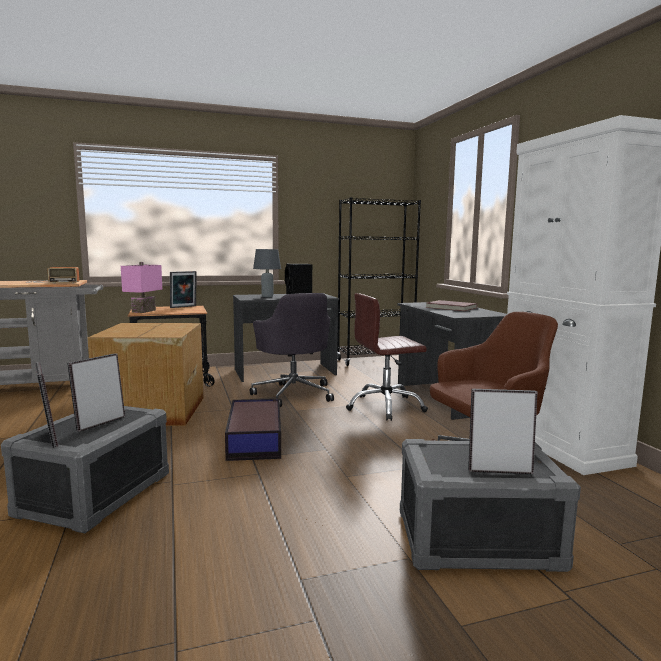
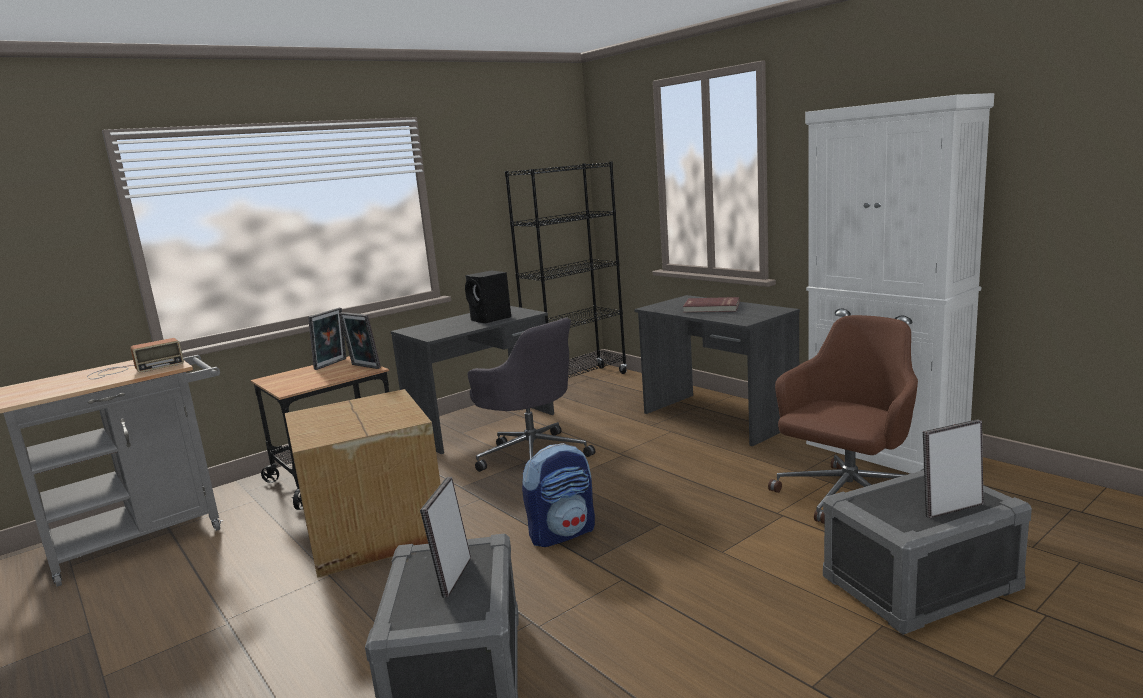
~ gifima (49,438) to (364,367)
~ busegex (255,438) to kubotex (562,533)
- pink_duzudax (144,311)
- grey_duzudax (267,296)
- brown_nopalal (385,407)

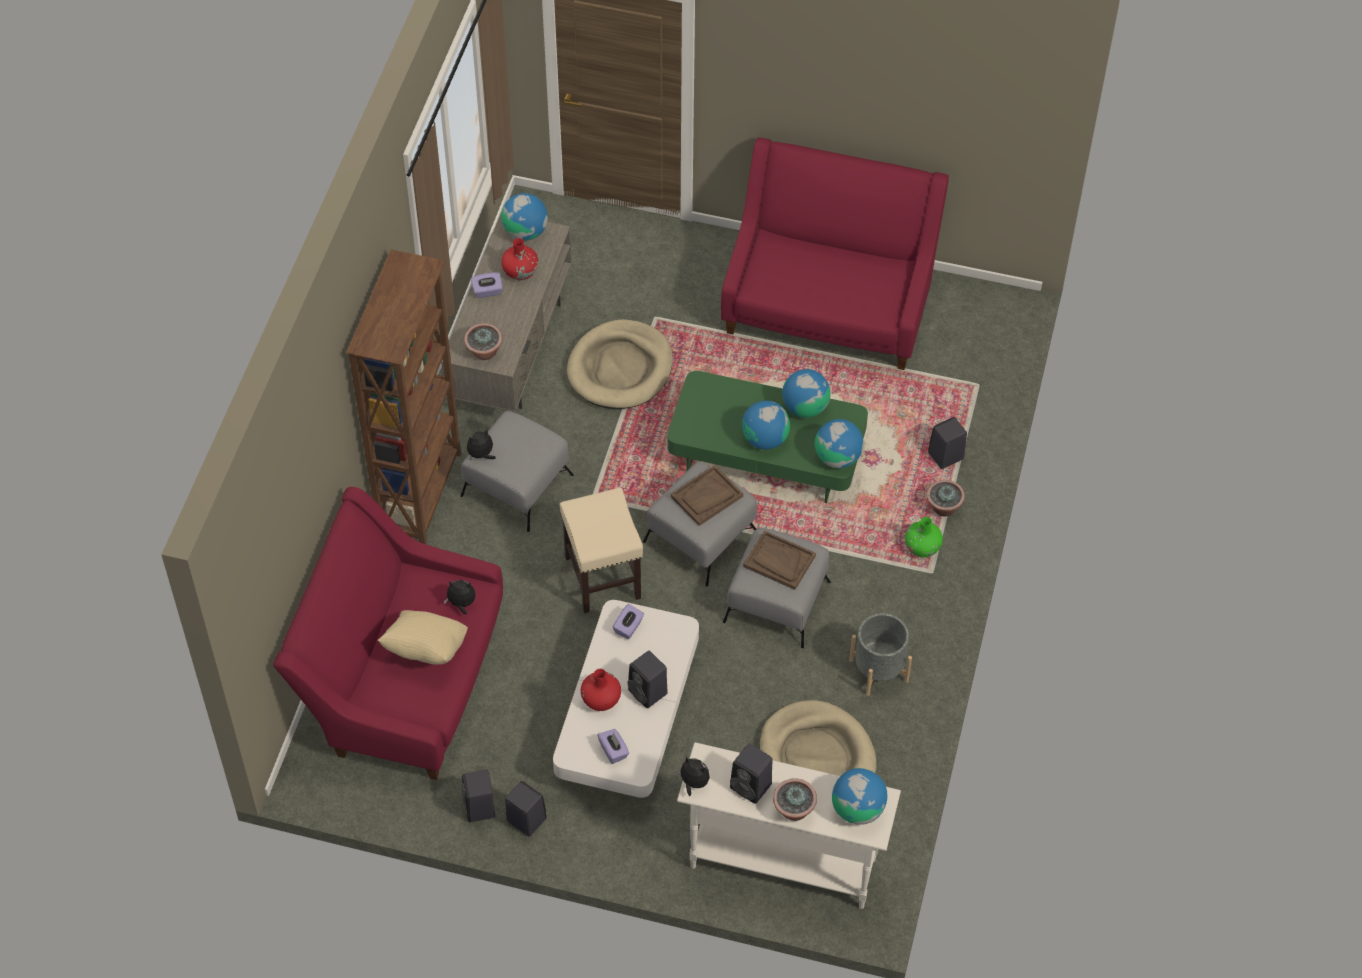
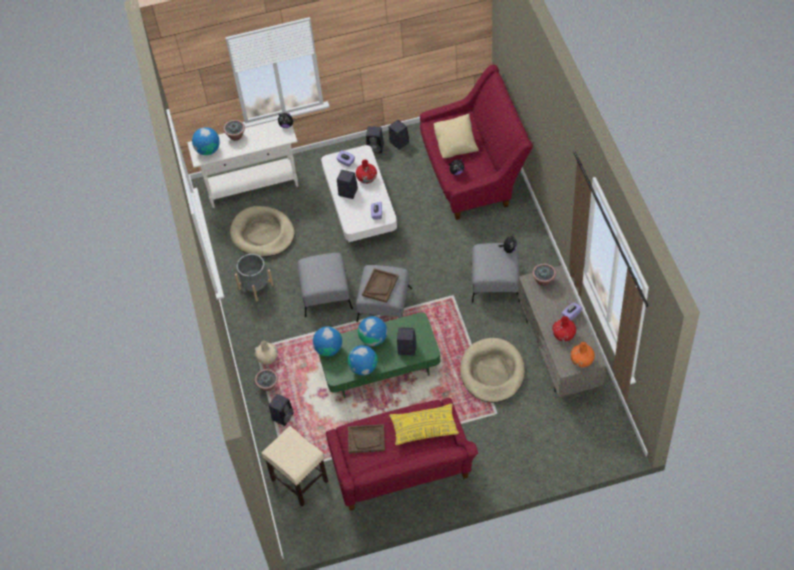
~ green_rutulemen (922,548) to beige_rutulemen (267,358)
~ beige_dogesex (603,578) to (299,480)
~ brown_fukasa (779,561) to (366,439)
+ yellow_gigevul (424,428)
~ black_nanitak (752,786) to (406,349)
~ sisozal (525,231) to orange_rutulemen (581,361)
- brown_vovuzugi (422,493)

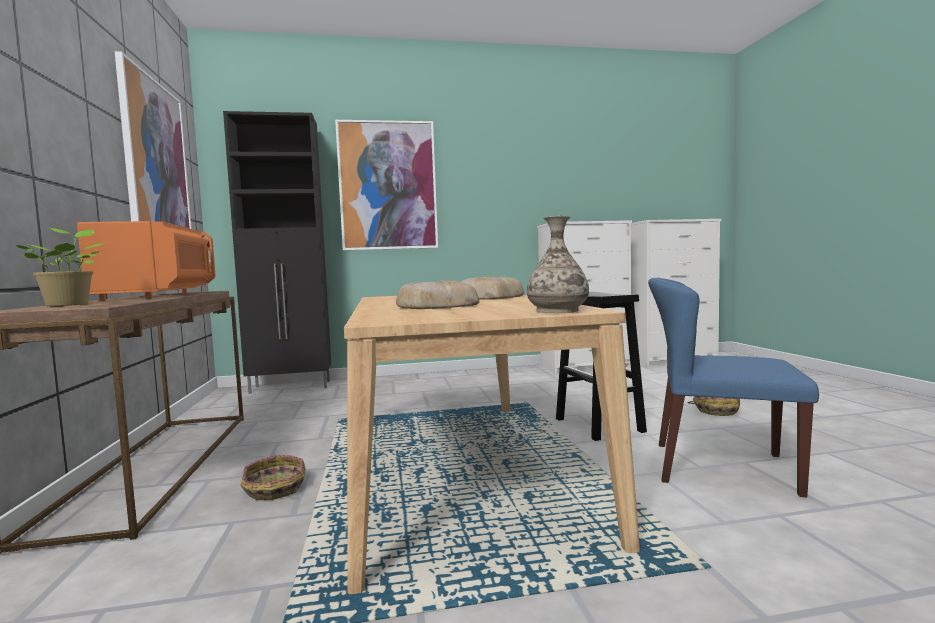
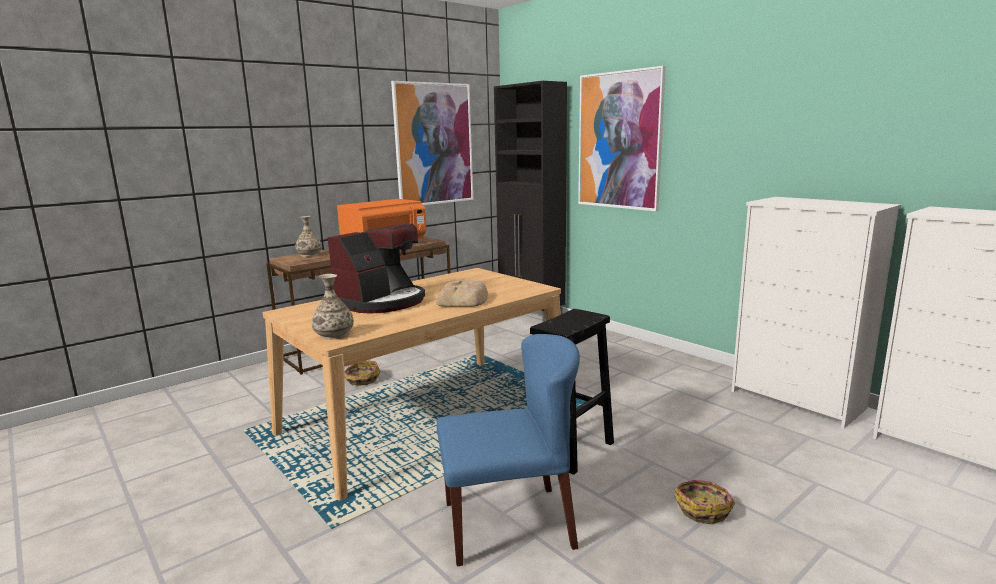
~ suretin (69,305) to rutulemen (309,255)
~ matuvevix (434,306) to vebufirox (381,302)
~ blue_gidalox (721,468) = (509,523) 90 degrees clockwise

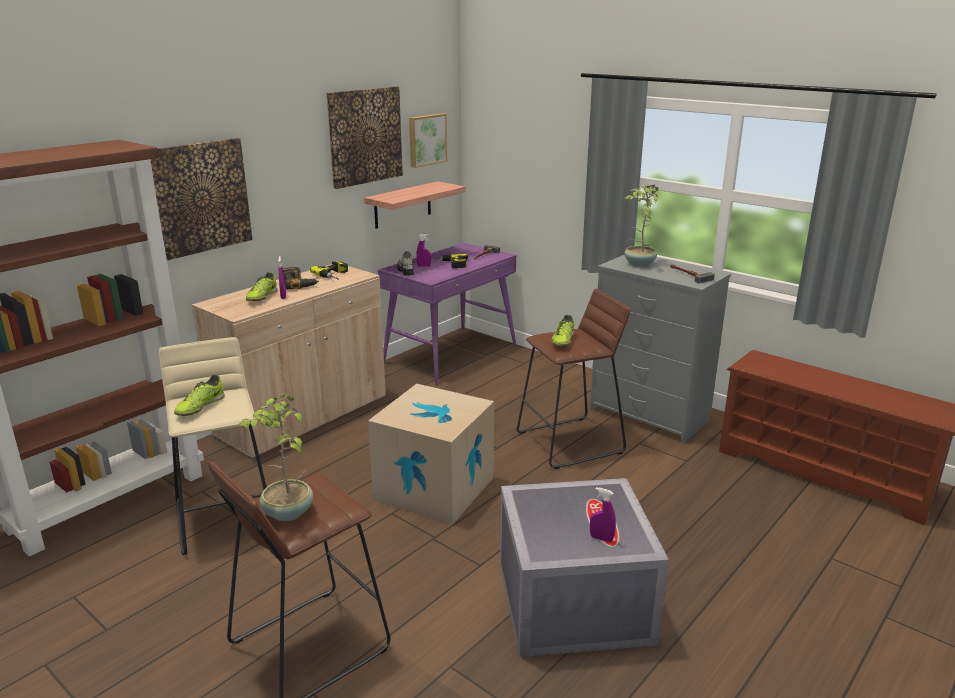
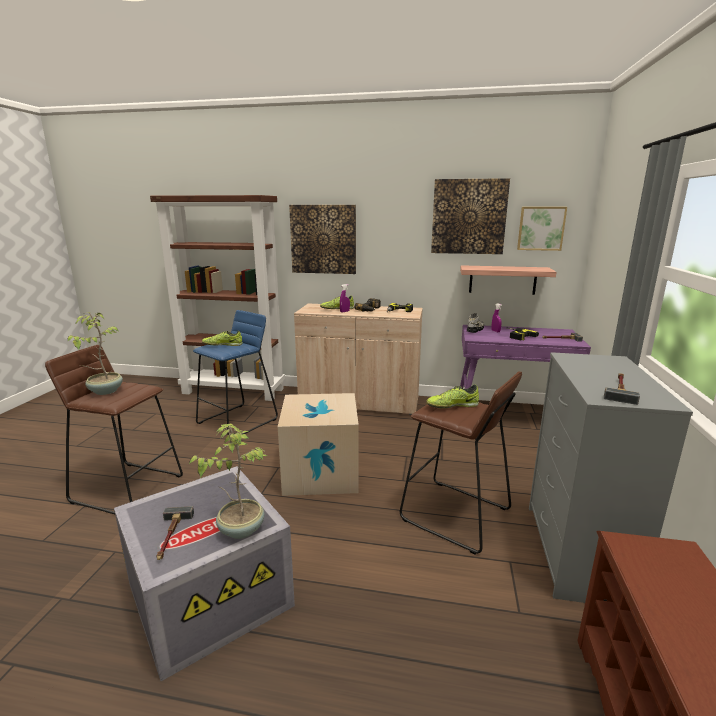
~ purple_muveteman (601,538) to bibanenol (170,537)
~ suretin (638,264) to (241,529)
~ beige_dogesex (227,518) to blue_dogesex (238,421)

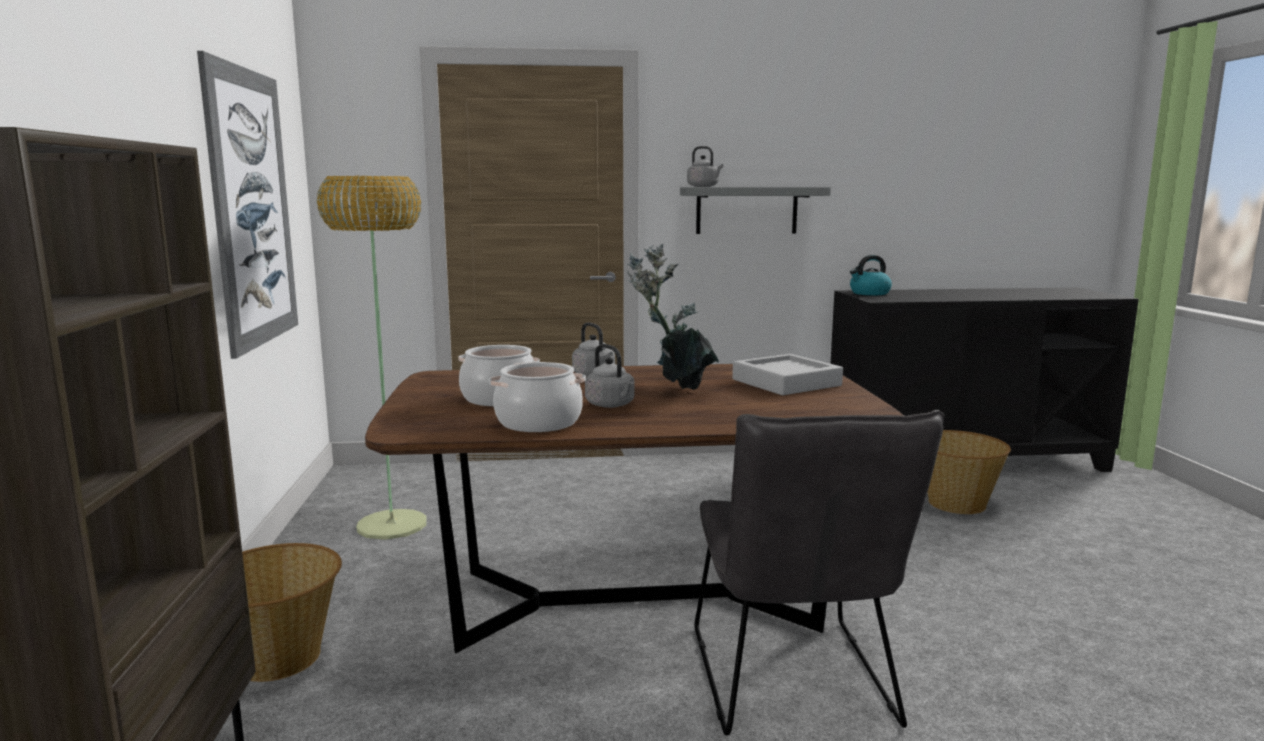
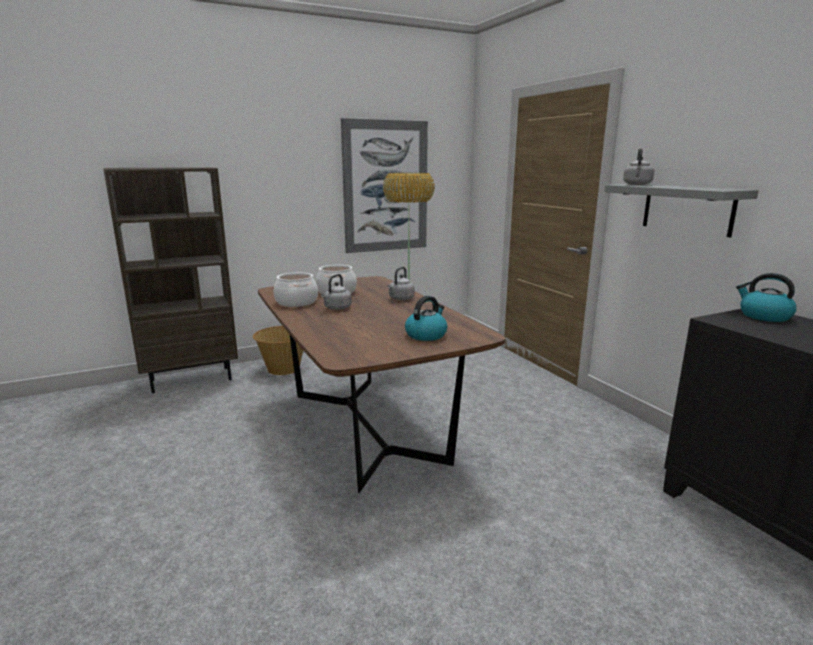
~ grey_fukasa (786,382) to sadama (426,335)
- suretin (674,390)
- grey_gidalox (794,685)
- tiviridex (955,503)

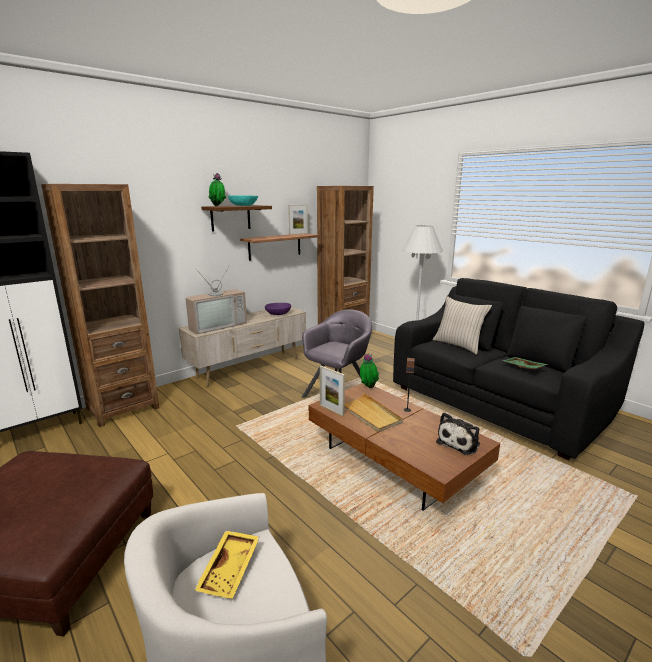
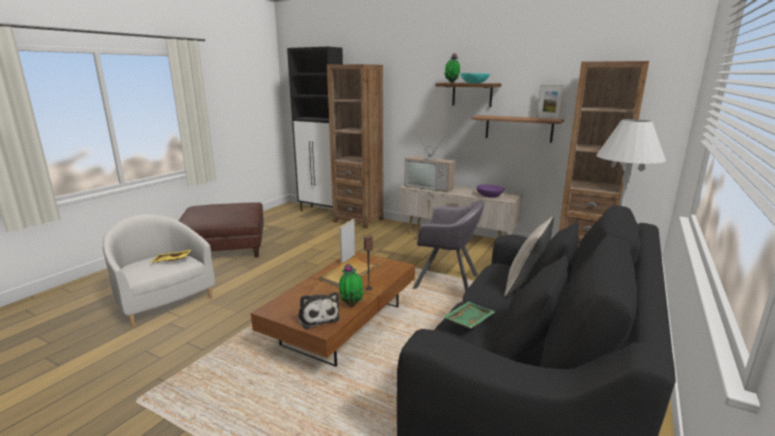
~ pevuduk (459,442) = (318,317) 135 degrees counterclockwise
~ suretin (368,387) to (351,304)

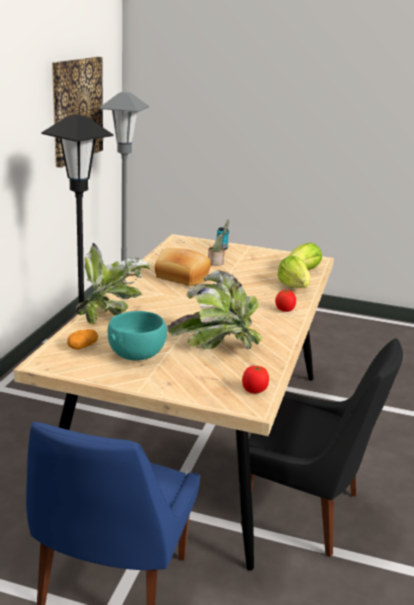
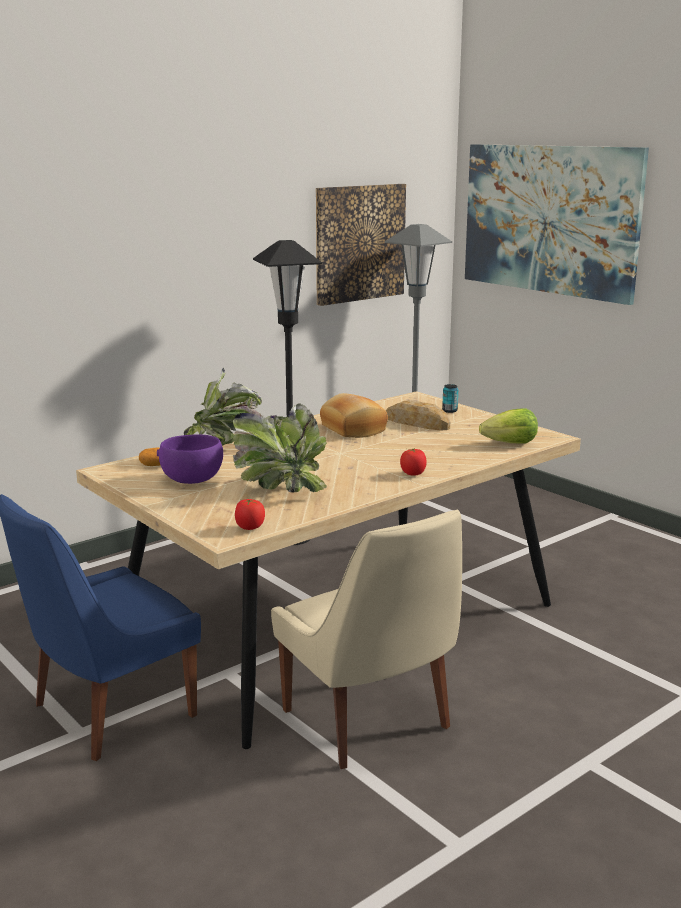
~ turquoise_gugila (137,355) to purple_gugila (192,480)
~ black_gidalox (306,511) to beige_gidalox (369,722)
~ suretin (217,263) to matuvevix (417,423)
+ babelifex (549,219)
- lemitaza (293,286)

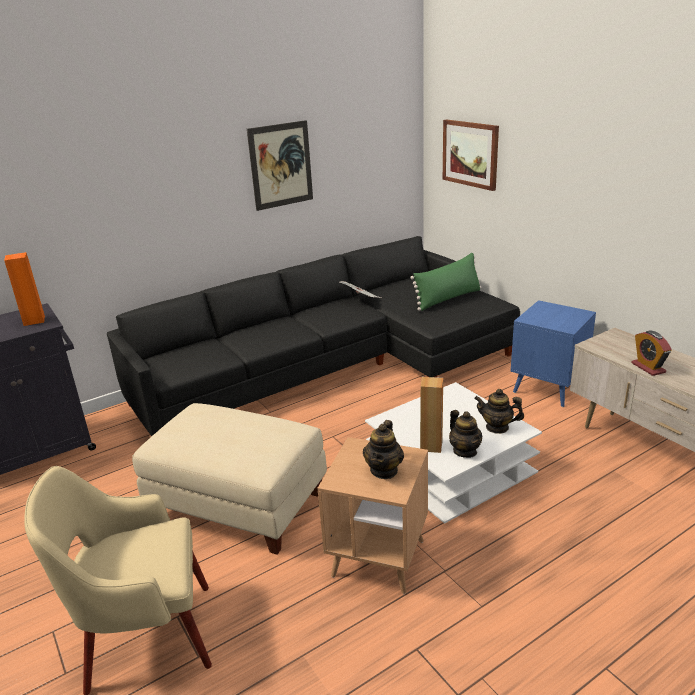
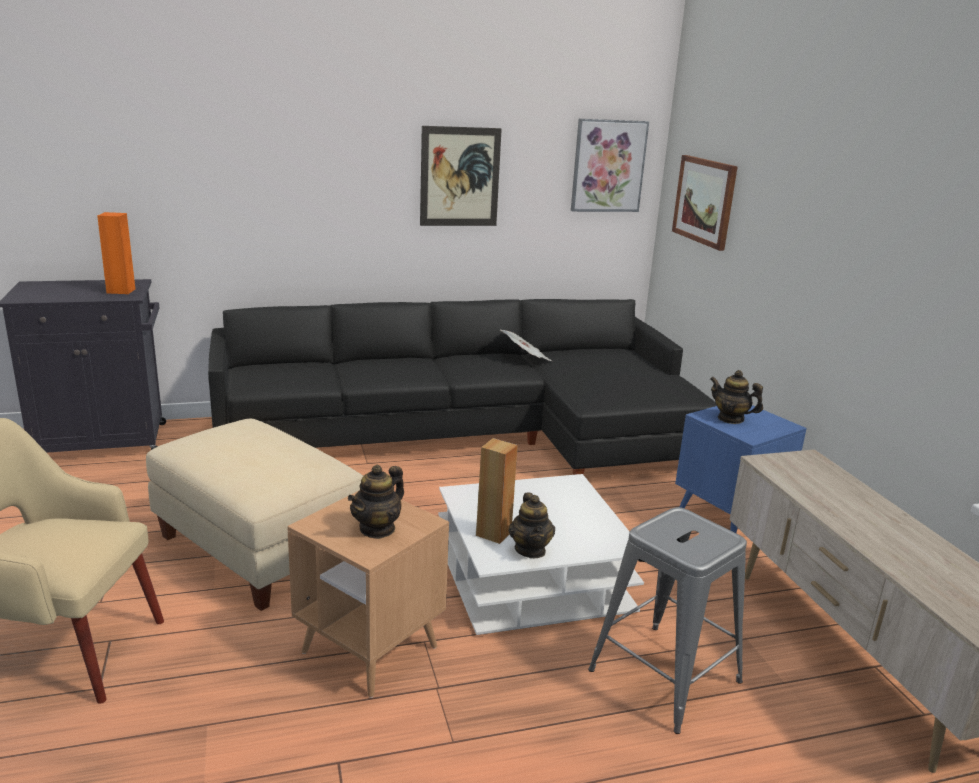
+ babelifex (608,166)
+ grey_dogesex (664,675)
~ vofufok (497,427) to (731,419)
- green_gigevul (448,298)
- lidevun (648,368)

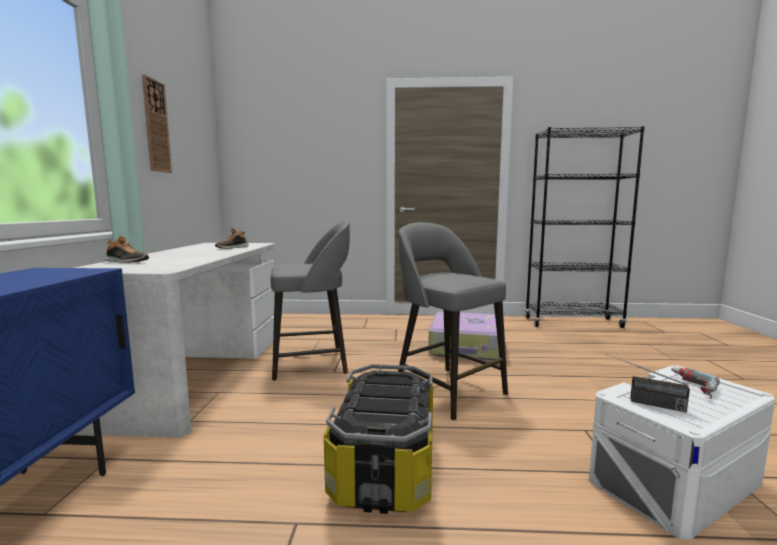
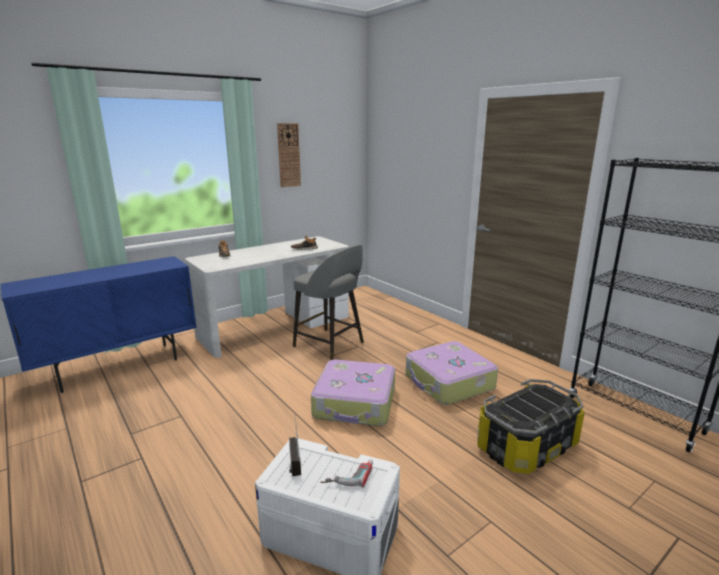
~ grey_dogesex (447,390) to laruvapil (355,403)
~ busegex (384,466) to (526,446)

